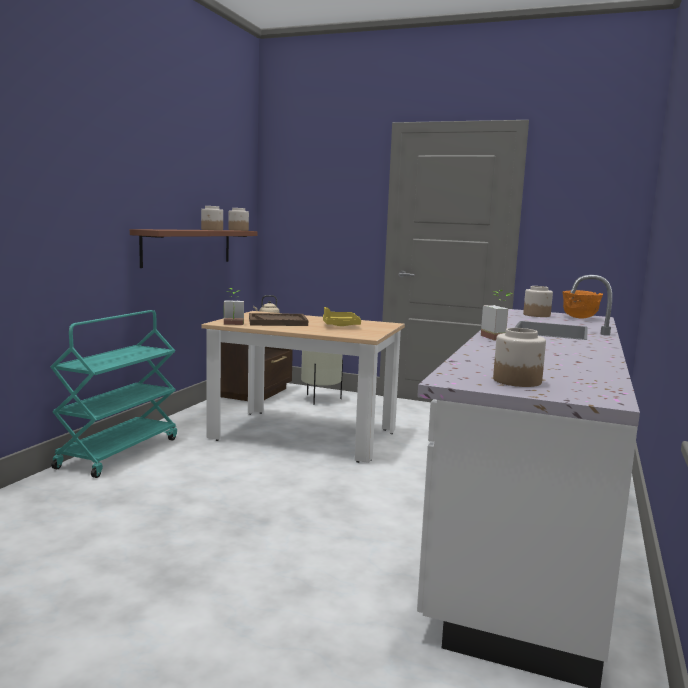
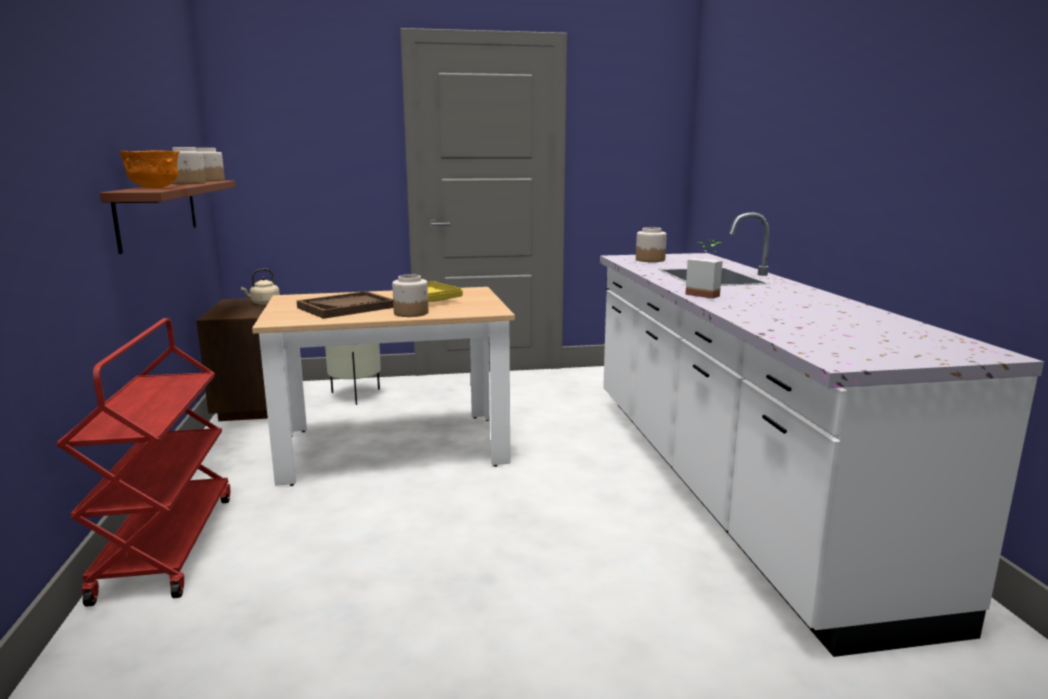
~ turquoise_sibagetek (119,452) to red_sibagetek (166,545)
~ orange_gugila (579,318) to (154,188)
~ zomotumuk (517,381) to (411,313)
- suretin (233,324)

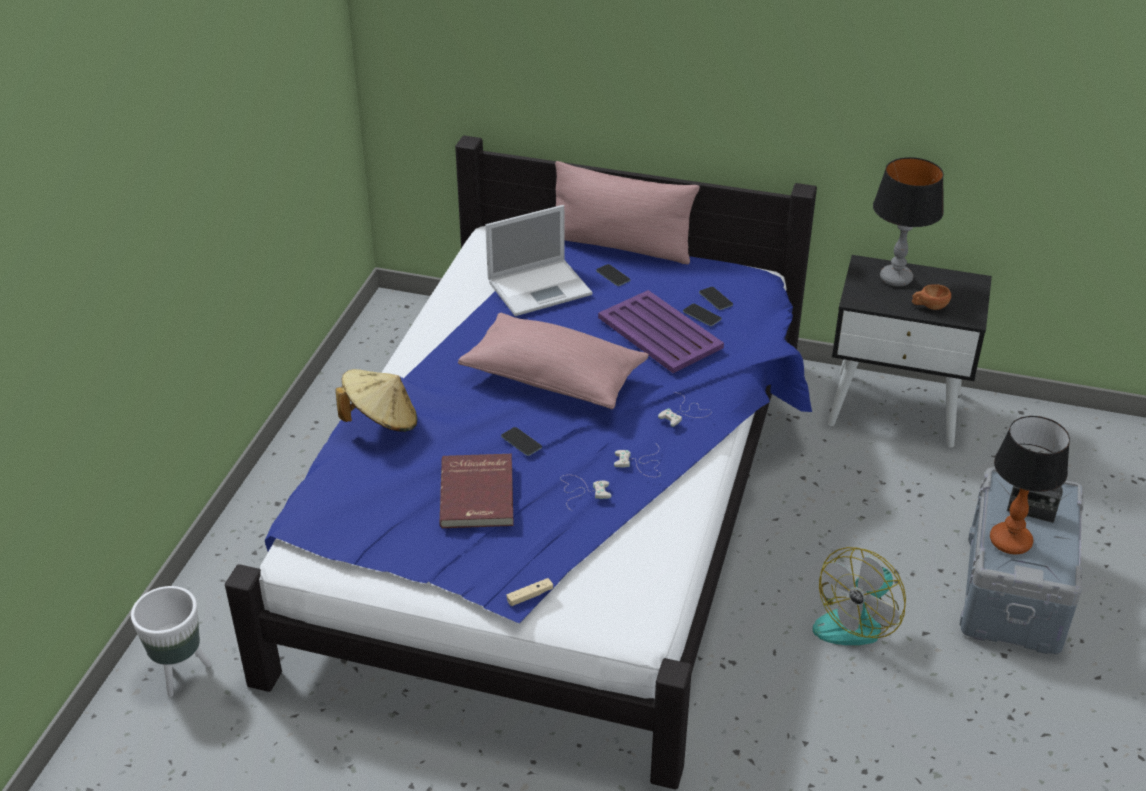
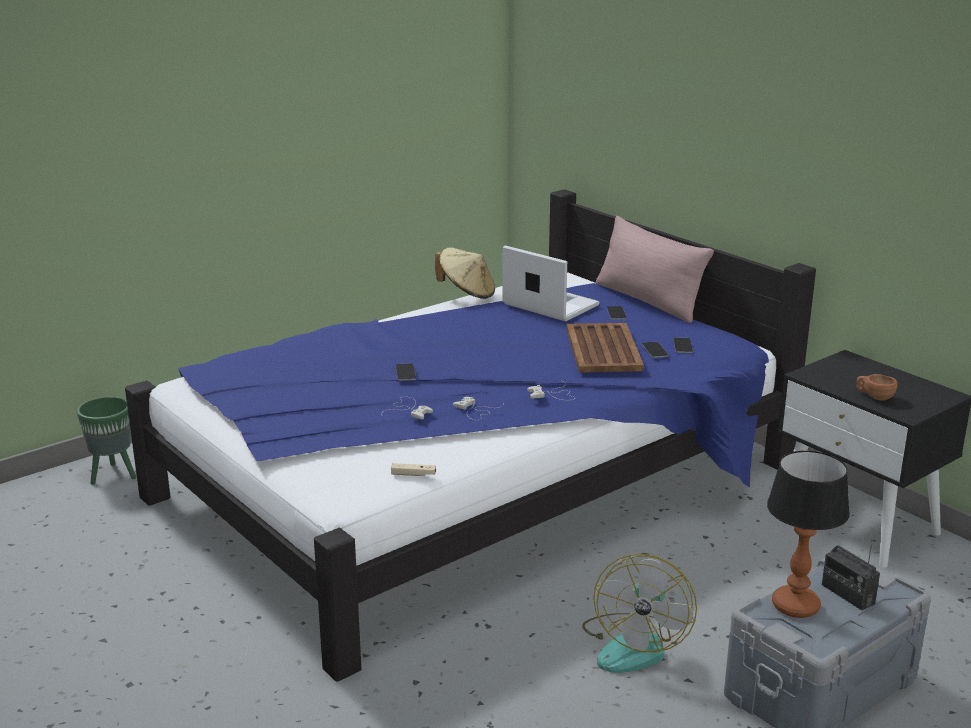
~ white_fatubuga (181,673) to green_fatubuga (113,475)
~ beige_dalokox (530,596) to (413,474)
~ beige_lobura (381,421) to (466,293)
~ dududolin (541,287) = (548,304) 150 degrees counterclockwise
~ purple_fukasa (660,333) to brown_fukasa (603,349)
~ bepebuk (857,619) = (634,644) 60 degrees counterclockwise
- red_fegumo (479,494)
- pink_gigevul (554,379)
- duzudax (896,278)

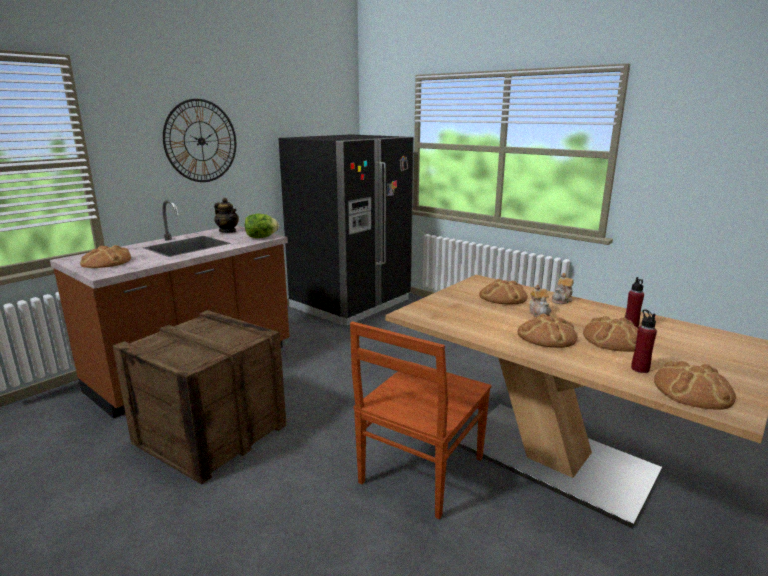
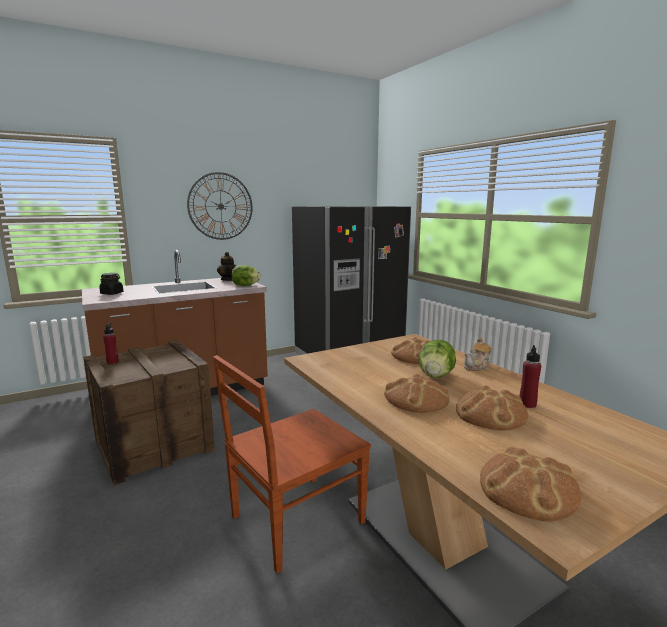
~ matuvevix (106,262) to black_zomotumuk (112,293)
~ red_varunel (640,369) to (112,362)
~ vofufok (539,313) to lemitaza (436,376)

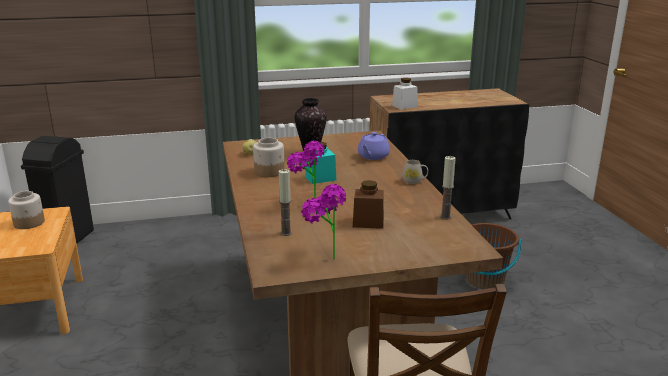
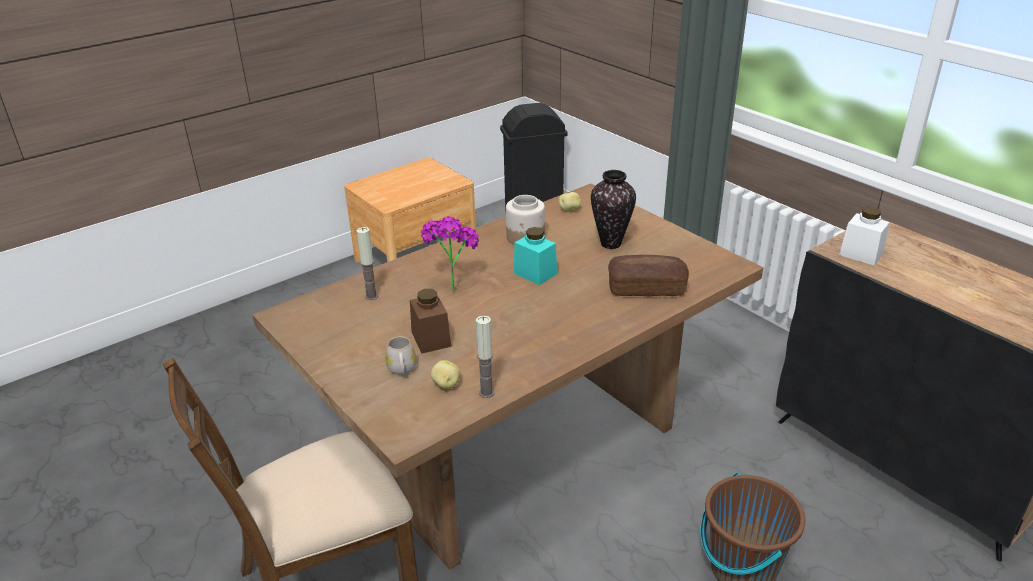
~ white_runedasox (414,181) to (402,370)
+ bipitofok (446,385)
~ purple_vofufok (373,156) to matuvevix (646,289)
- zomotumuk (29,223)
- suretin (323,258)

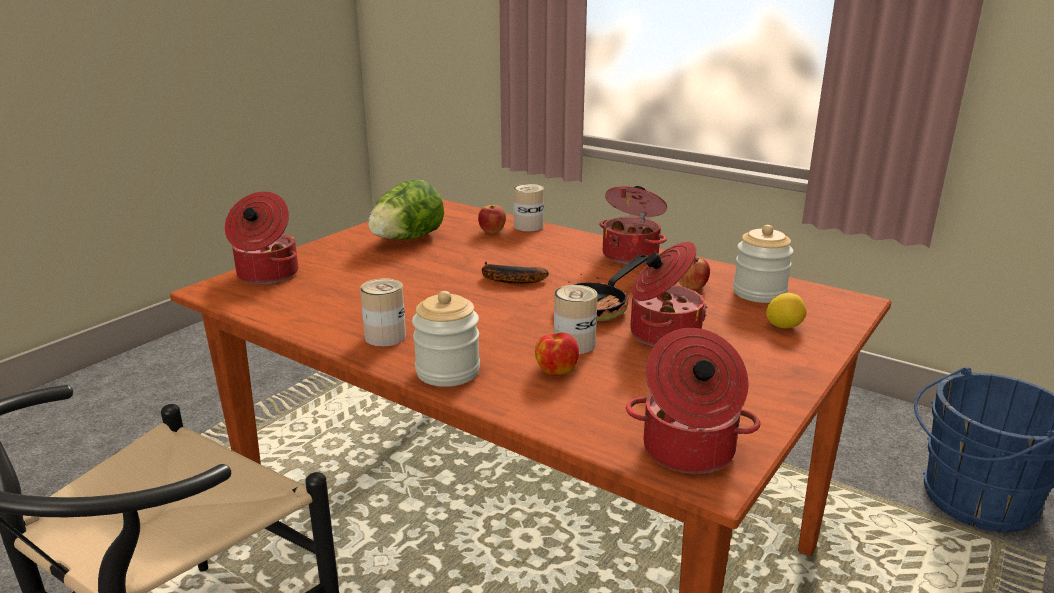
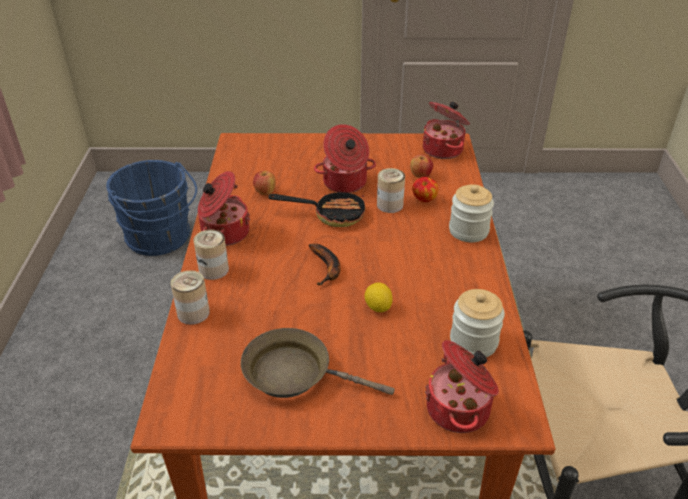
~ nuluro (385,337) to (213,270)
~ lemitaza (407,239) to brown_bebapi (294,373)
~ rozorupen (784,326) to (378,307)
~ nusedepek (492,231) to (420,175)
~ zomotumuk (759,293) to (473,342)

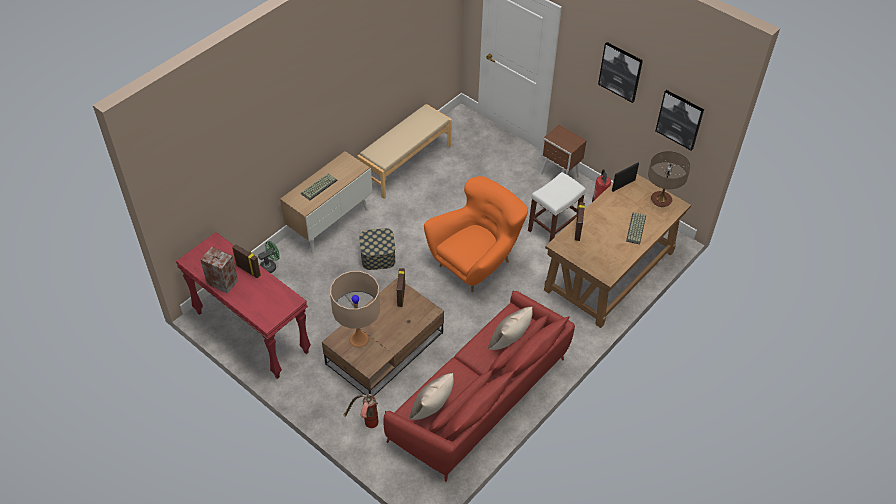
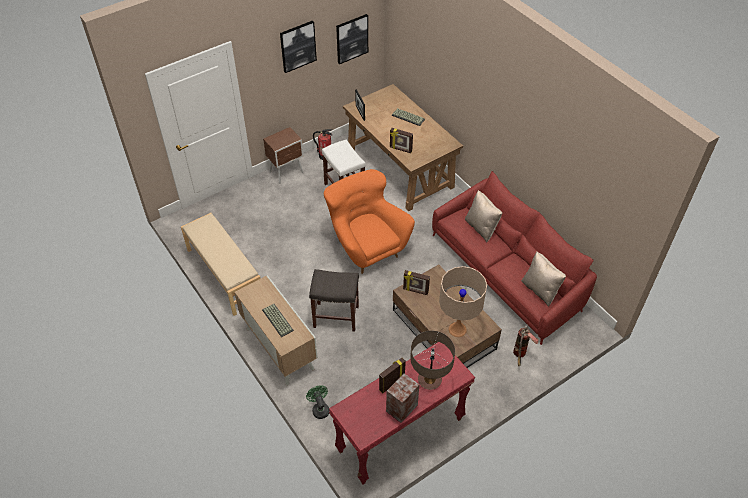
~ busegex (377,256) to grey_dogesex (335,316)
~ duzudax (661,200) to (429,380)

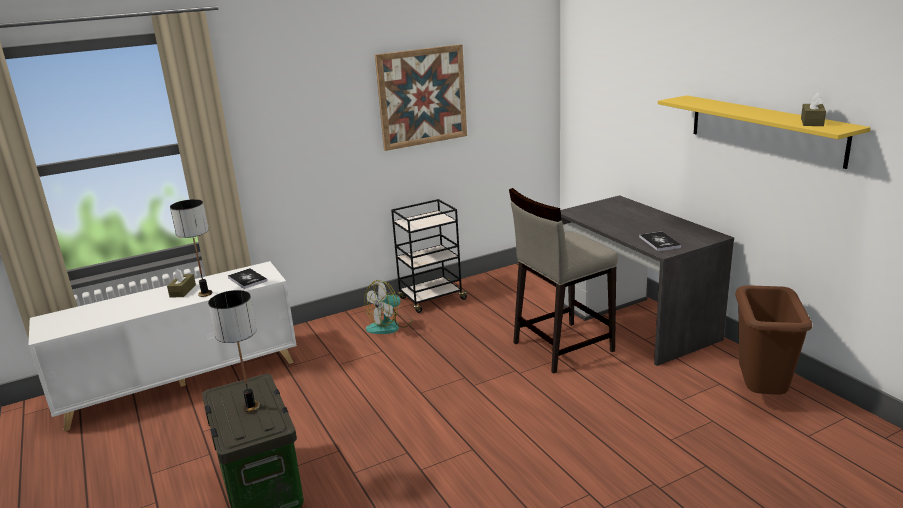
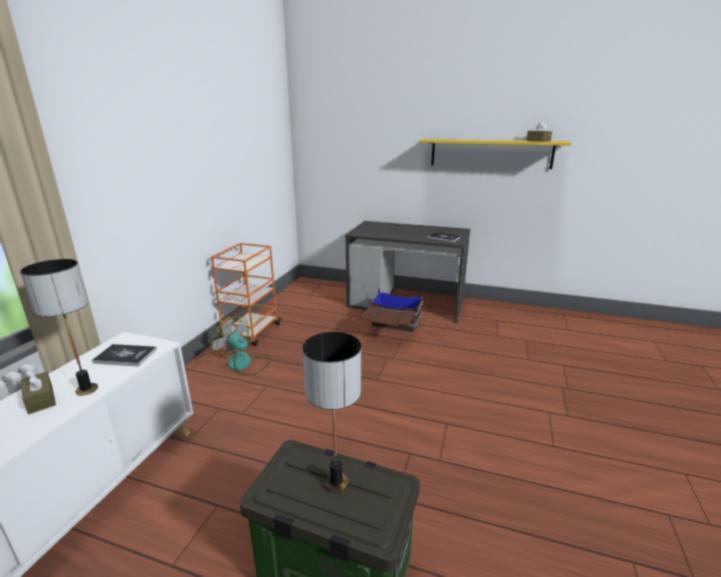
~ bepebuk (389,326) = (244,364) 120 degrees clockwise
~ black_sibagetek (431,299) to orange_sibagetek (252,333)
~ beige_dogesex (561,347) to brown_busegex (391,331)
- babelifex (422,97)
- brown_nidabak (760,393)

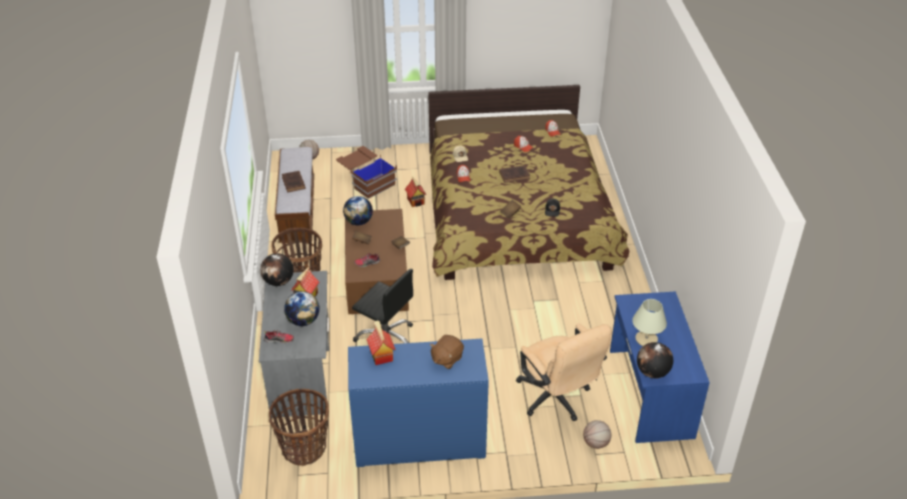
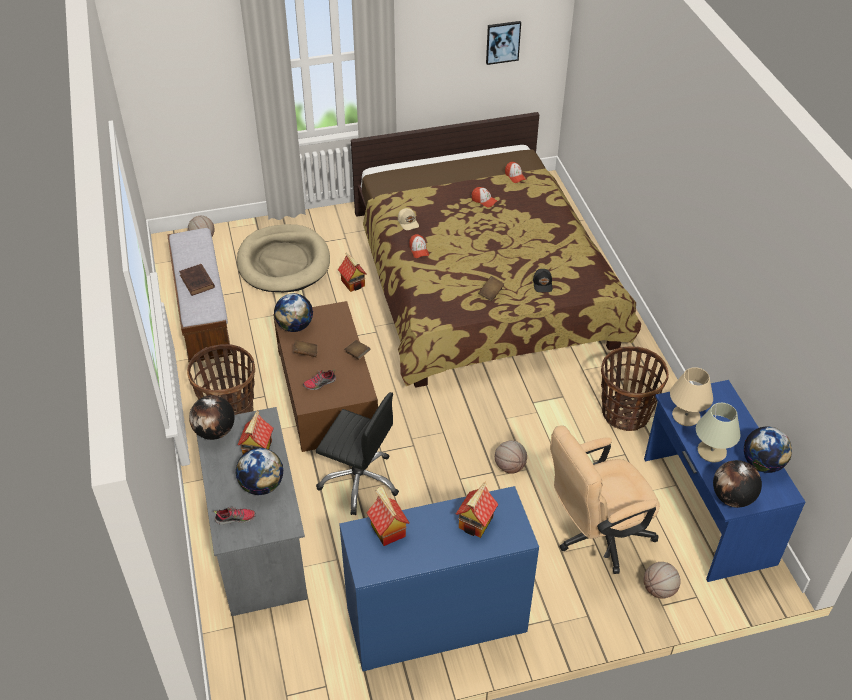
~ brown_busegex (366,181) to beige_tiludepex (283,262)
~ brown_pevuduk (446,359) to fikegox (476,523)
+ babelifex (502,42)
+ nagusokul (510,466)
~ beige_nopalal (557,400) = (596,536) 105 degrees clockwise
~ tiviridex (304,448) to (625,413)
+ beige_duzudax (685,416)
+ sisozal (762,464)
- brown_fegumo (515,175)

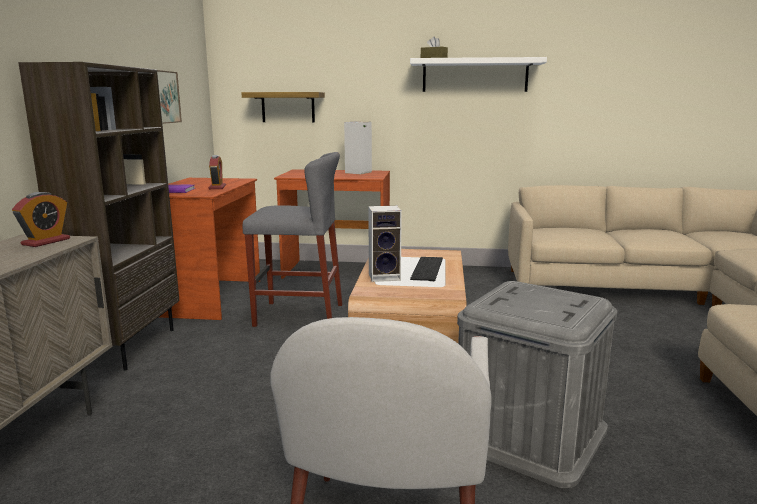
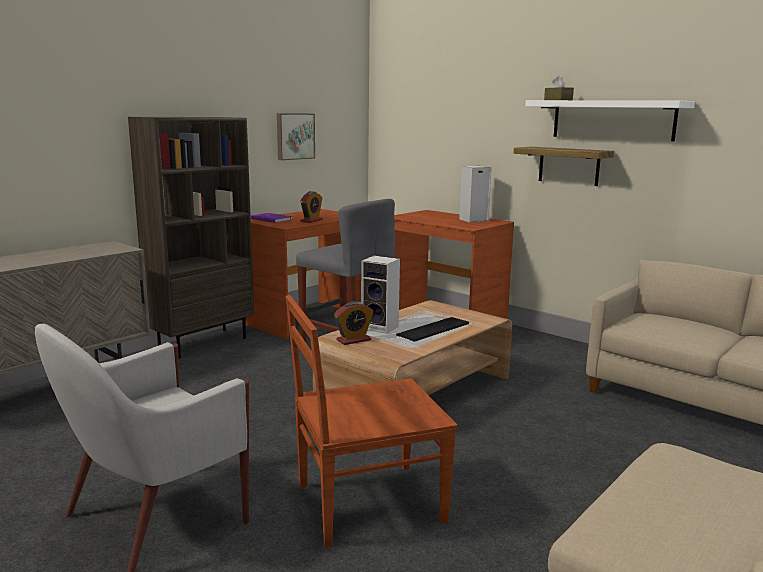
~ grey_busegex (528,434) to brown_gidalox (366,503)
~ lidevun (46,241) to (353,340)
~ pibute (288,107) to (569,166)

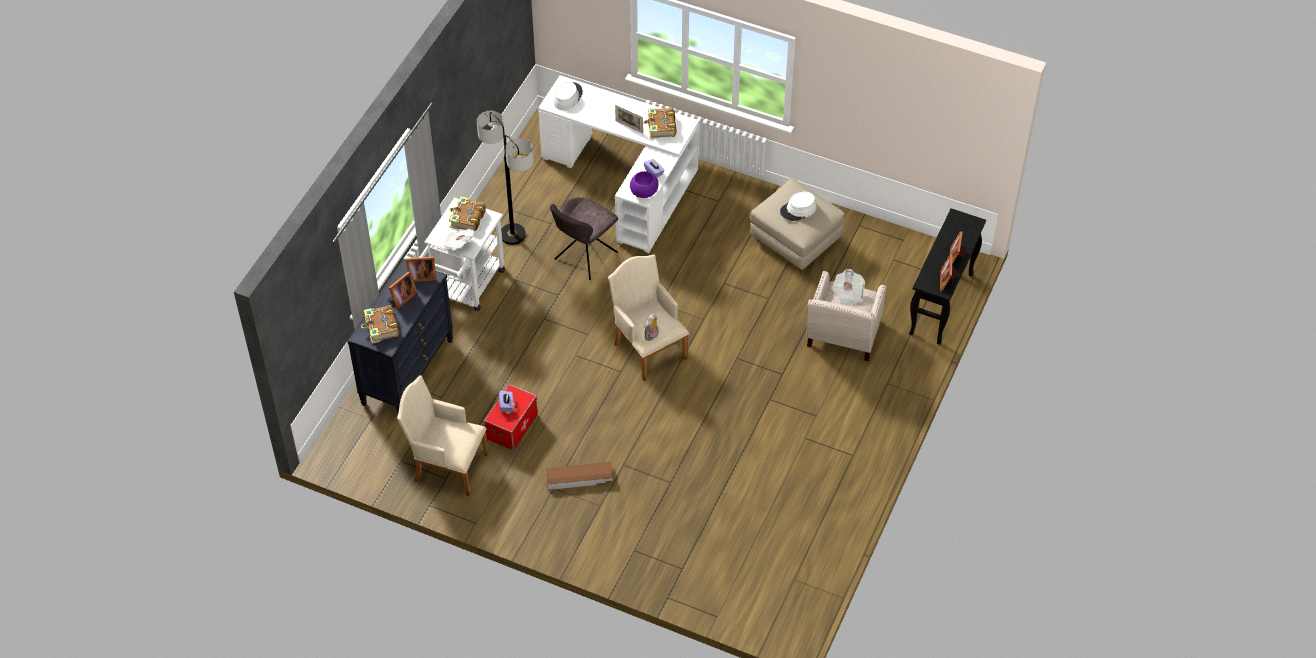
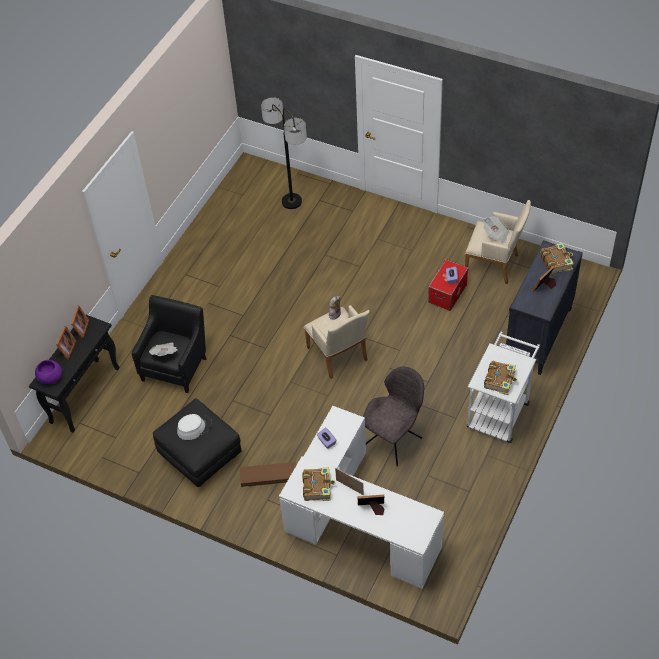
~ purple_gugila (643,192) to (51,378)
~ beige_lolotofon (841,337) to black_lolotofon (176,365)
~ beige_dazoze (795,241) to black_dazoze (200,456)
~ brown_busegex (579,478) to (268,476)
~ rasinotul (512,235) to (291,201)
~ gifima (421,276) to (372,508)
~ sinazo (459,244) to (495,234)
- white_lobura (567,97)

